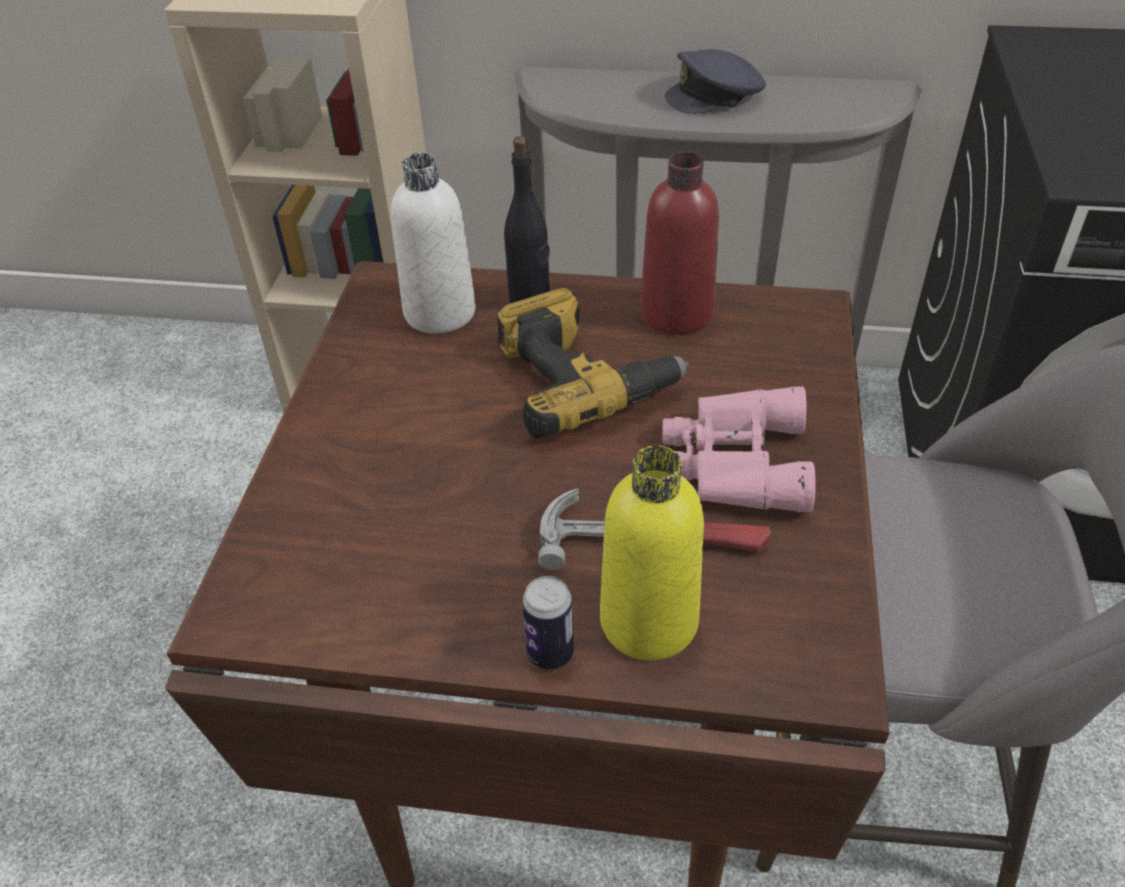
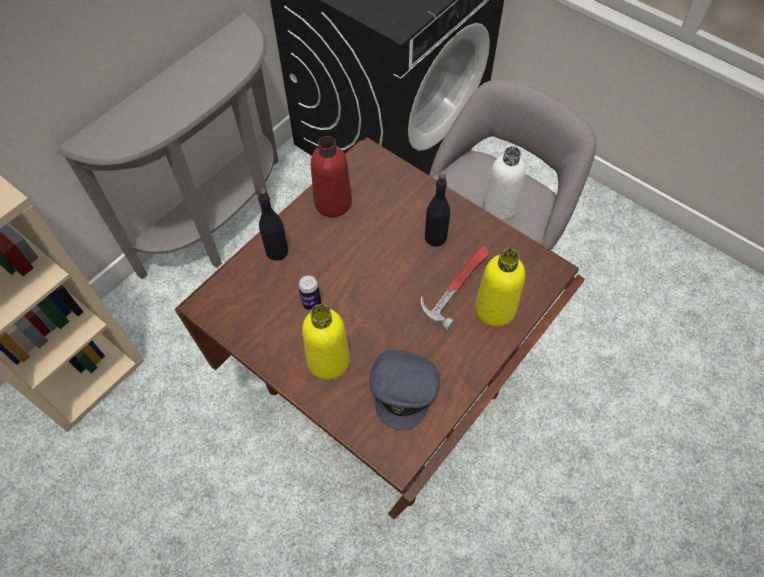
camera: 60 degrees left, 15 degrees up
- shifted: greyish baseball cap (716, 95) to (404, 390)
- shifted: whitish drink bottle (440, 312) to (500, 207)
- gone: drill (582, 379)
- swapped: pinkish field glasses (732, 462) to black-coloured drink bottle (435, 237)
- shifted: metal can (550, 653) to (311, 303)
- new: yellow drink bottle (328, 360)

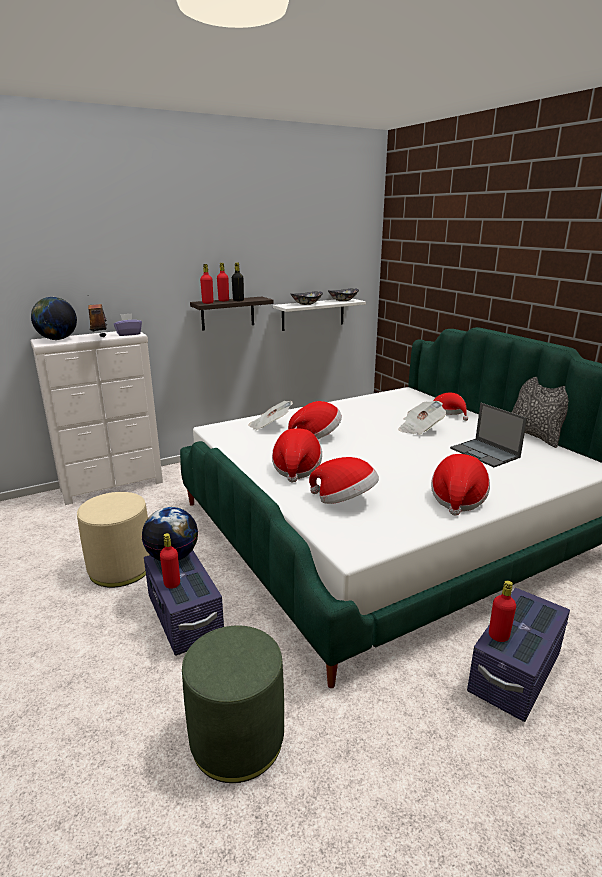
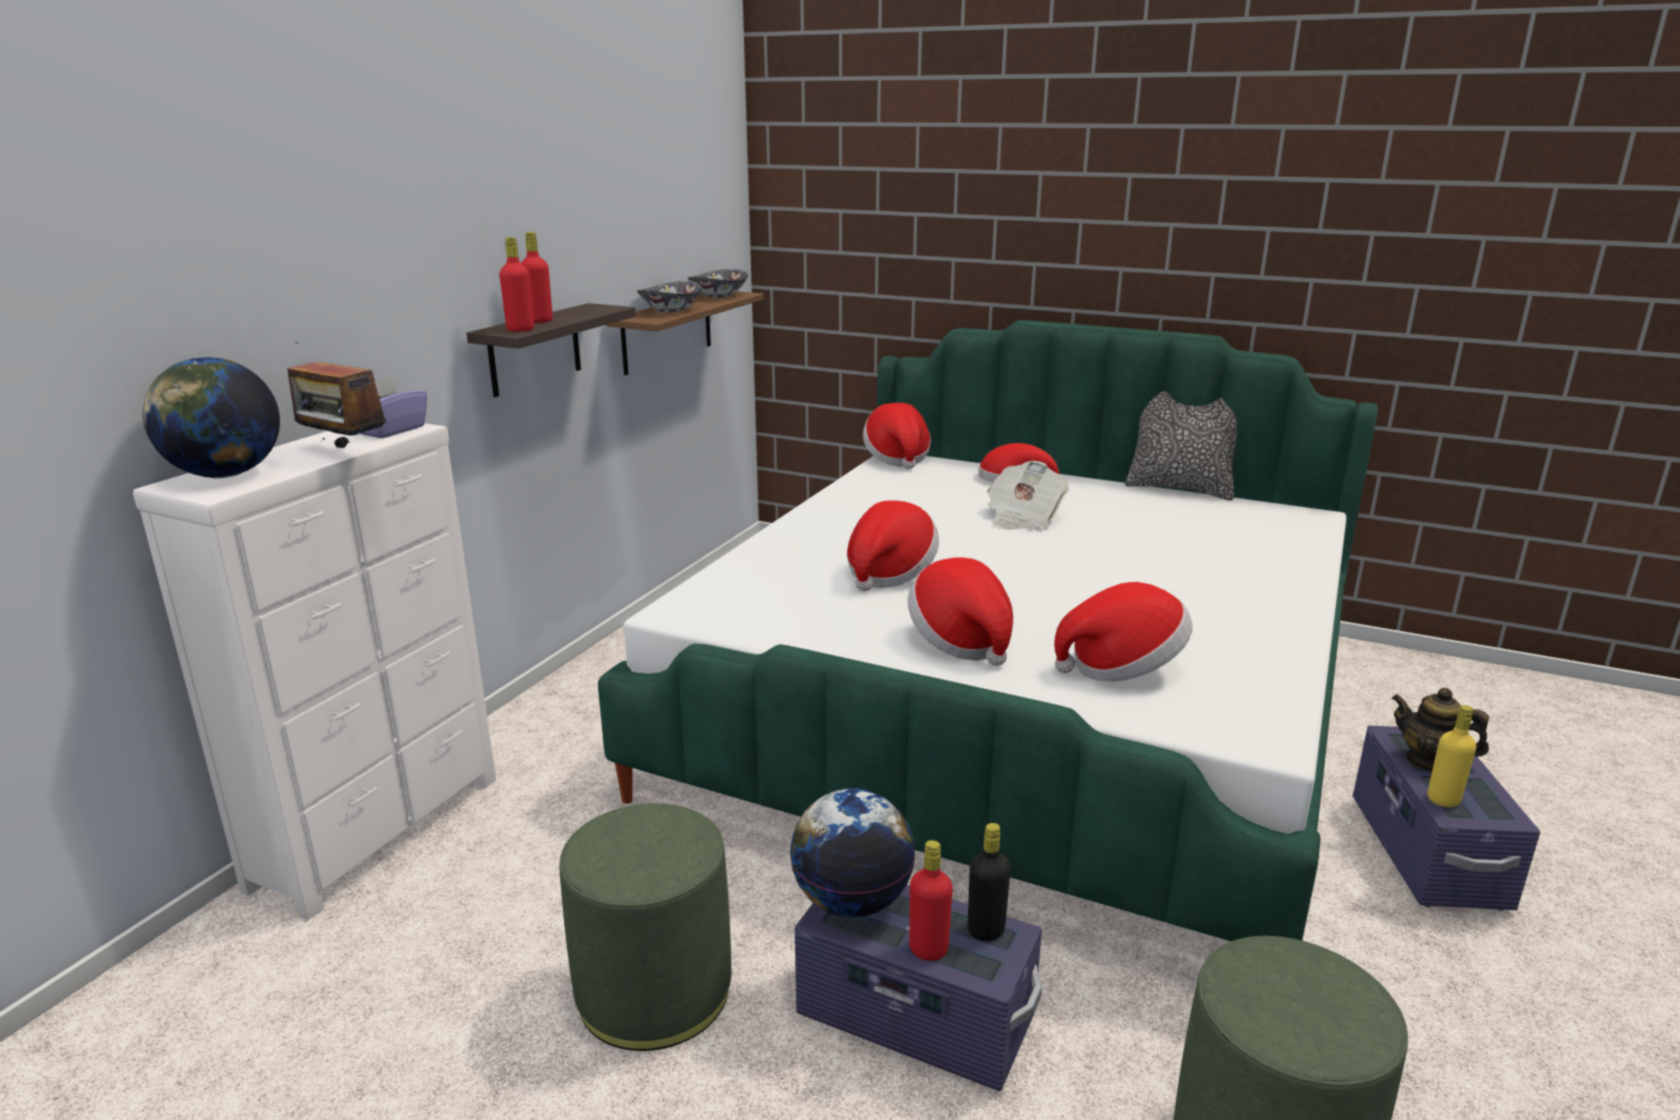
camera: 35 degrees left, 0 degrees up
- shifted: black-coloured drink bottle (238, 300) to (986, 930)
- repainted: whitish wall shelf (313, 314) to brown wall shelf (667, 331)
- gone: newspaper (270, 426)
- gone: notebook computer (485, 453)
- shifted: wearable hat (457, 499) to (897, 458)
- repainted: beige-coloured pouffe (121, 568) to greenish pouffe (653, 991)
- repainted: red-coloured drink bottle (498, 636) to yellow drink bottle (1443, 799)
- new: teapot (1429, 761)

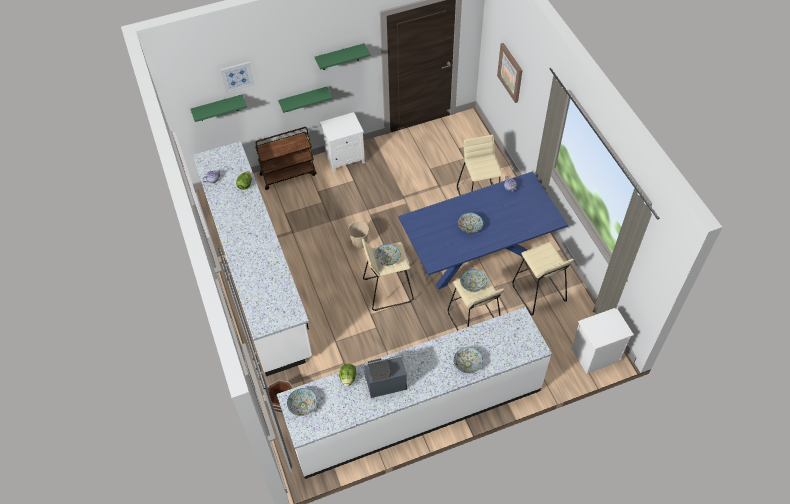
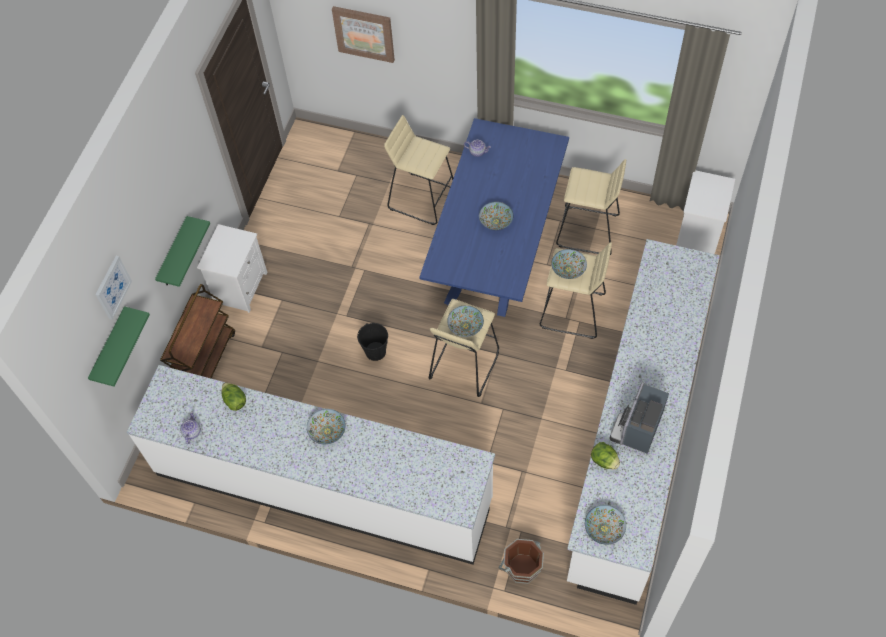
camera: 50 degrees left, 5 degrees up
- gone: greenish wall shelf (340, 57)
- repainted: beige-coloured water bucket (359, 243) to black-coloured water bucket (375, 351)
- shifted: bowl (468, 364) to (327, 431)

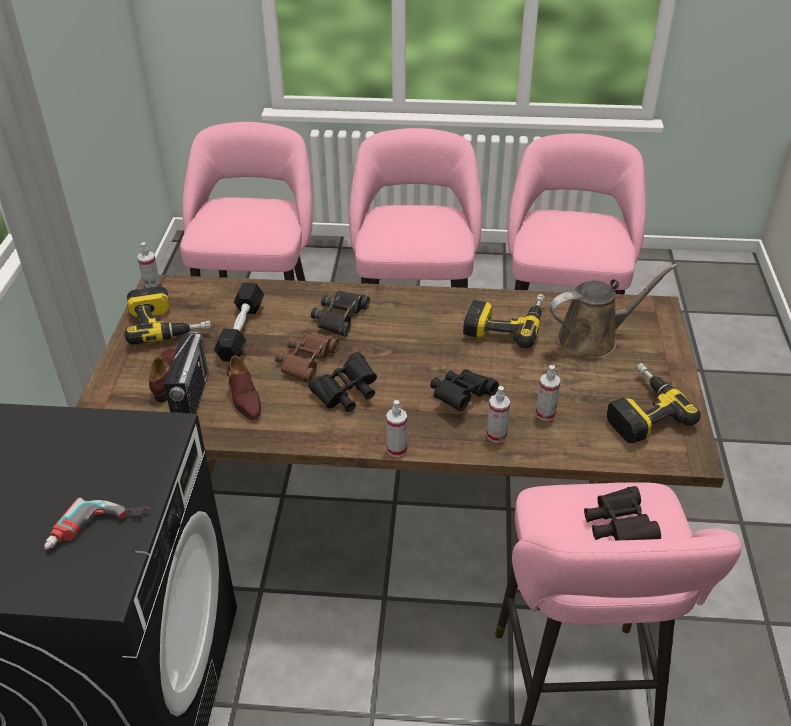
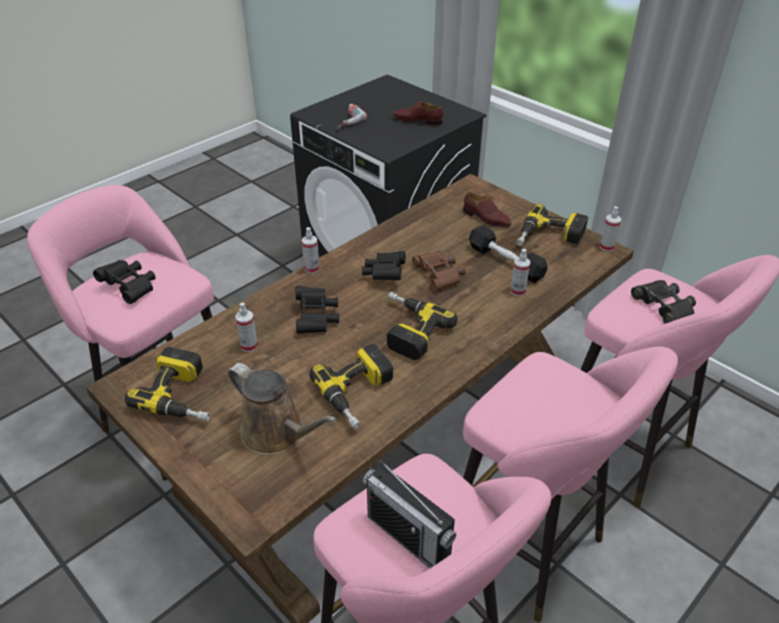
camera: 130 degrees right, 0 degrees up
- rotated: brown sprinkling can (593, 339) = (277, 433) 75 degrees counterclockwise
- shifted: black-coloured field glasses (340, 317) to (663, 306)
- shifted: radio set (191, 398) to (408, 536)
- shifted: brown low shoe (244, 398) to (417, 121)
- shifted: spray bottle (496, 435) to (518, 291)
- new: drill (408, 330)

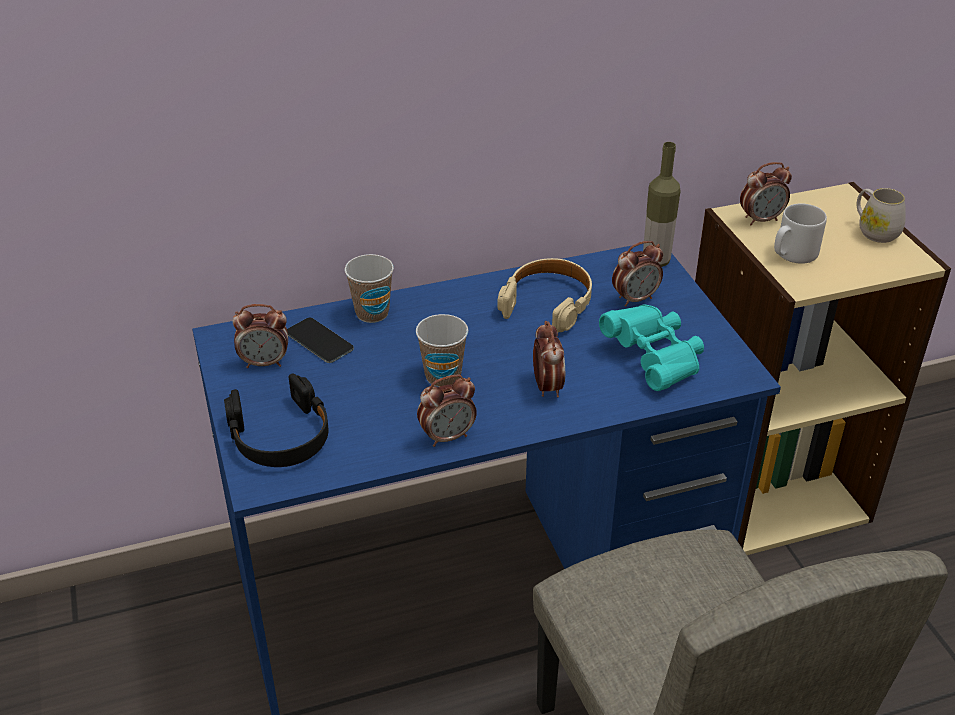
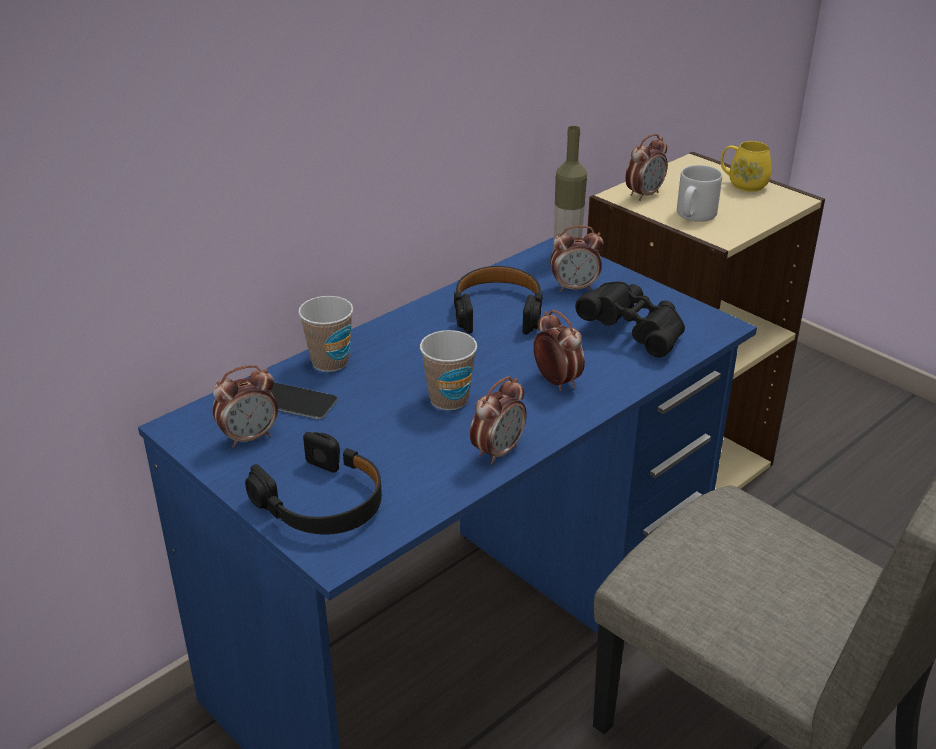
camera: 25 degrees left, 5 degrees down
- repainted: whitish coffee mug (874, 231) to yellow coffee mug (742, 184)
- rotated: alarm clock (635, 299) = (574, 288) 45 degrees clockwise
- repainted: beige-coloured headphones (548, 303) to black-coloured headphones (498, 310)
- repainted: turquoise field glasses (654, 359) to black-coloured field glasses (634, 333)

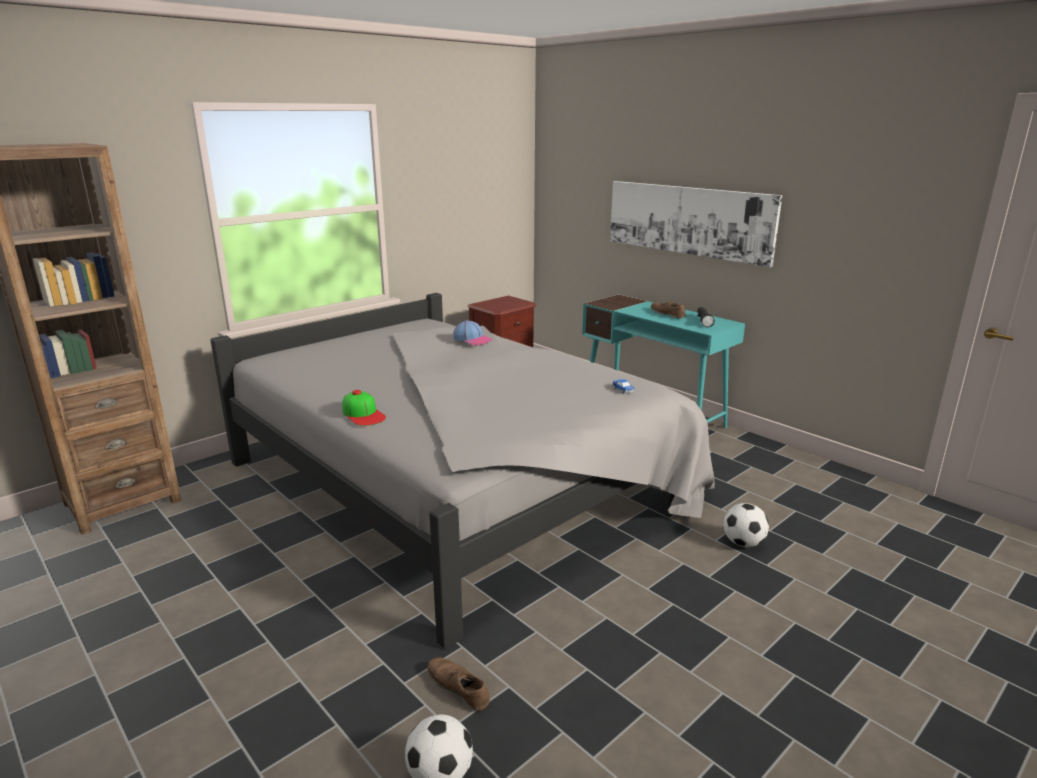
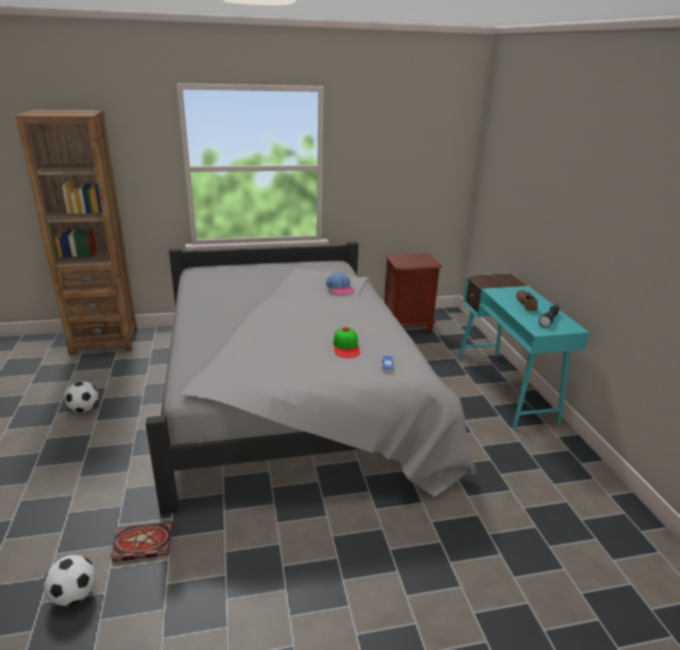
camera: 30 degrees right, 5 degrees up
- gone: picture (688, 220)
- shifted: baseball cap (363, 414) to (346, 347)
- shifted: football ball (743, 543) to (84, 409)
- swapped: brown low shoe (458, 687) to bound book (141, 544)

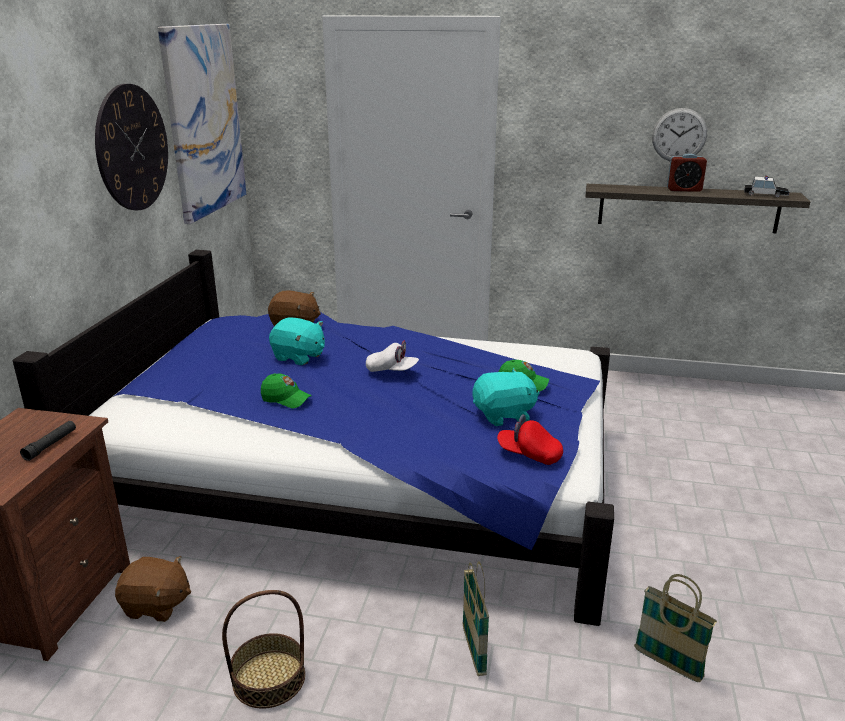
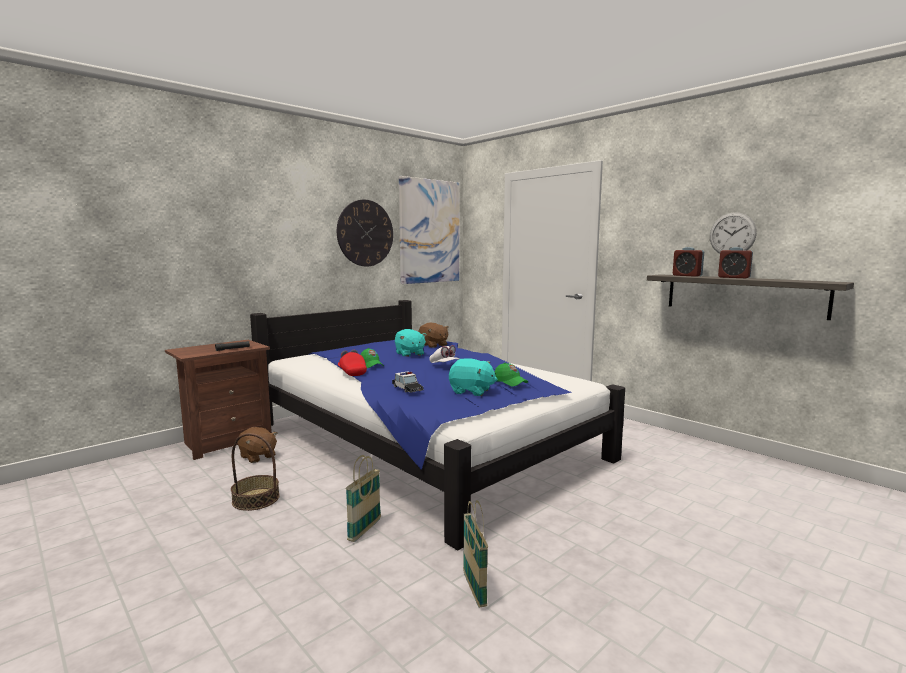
camera: 35 degrees right, 15 degrees down
- shifted: toy car (765, 194) to (407, 389)
- shifted: red-coloured baseball cap (529, 454) to (352, 372)
- new: alarm clock (687, 275)

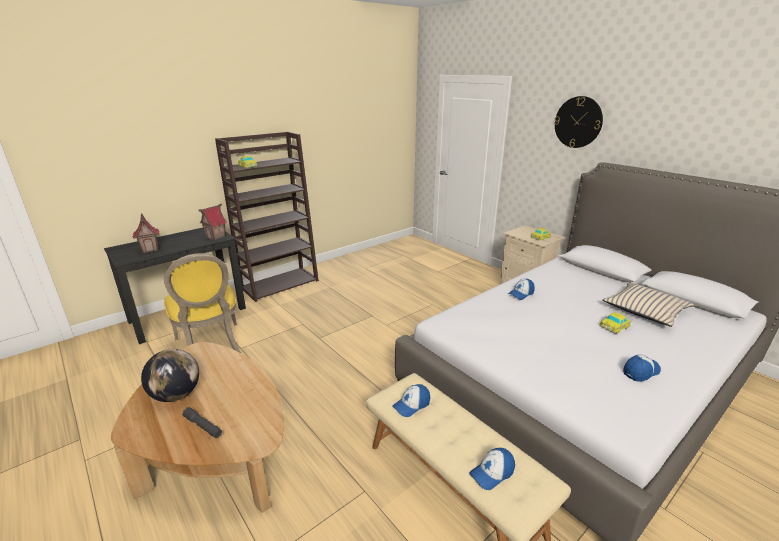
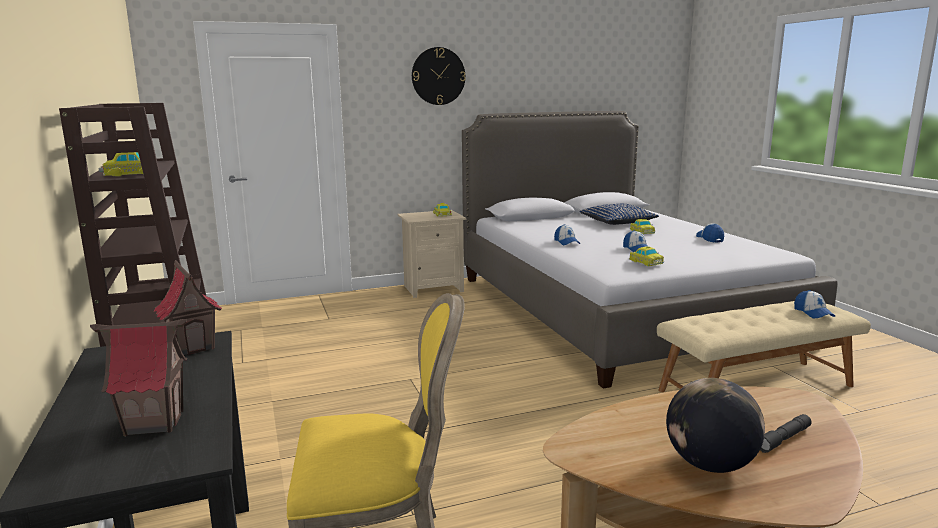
camera: 70 degrees left, 10 degrees down
- repainted: beige-coloured throw pillow (645, 310) to blue throw pillow (617, 222)
- shifted: baseball cap (411, 405) to (637, 249)
- new: toy car (645, 262)

